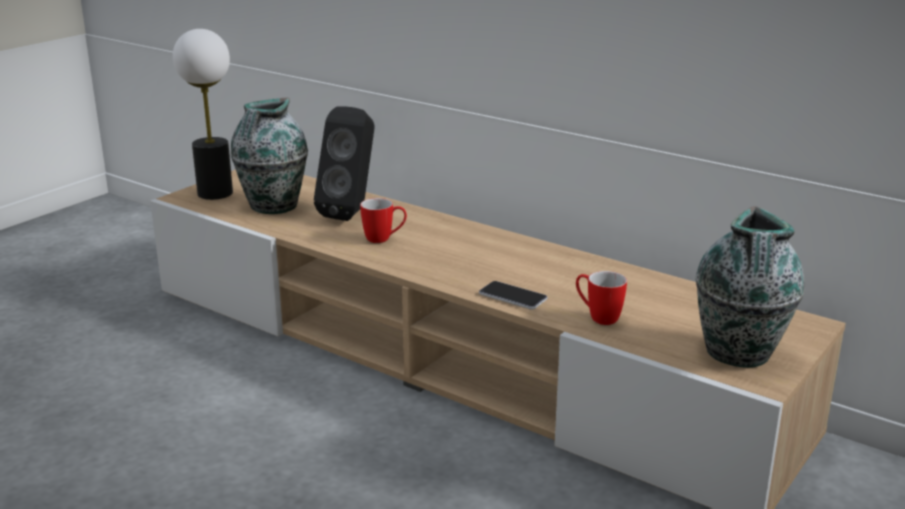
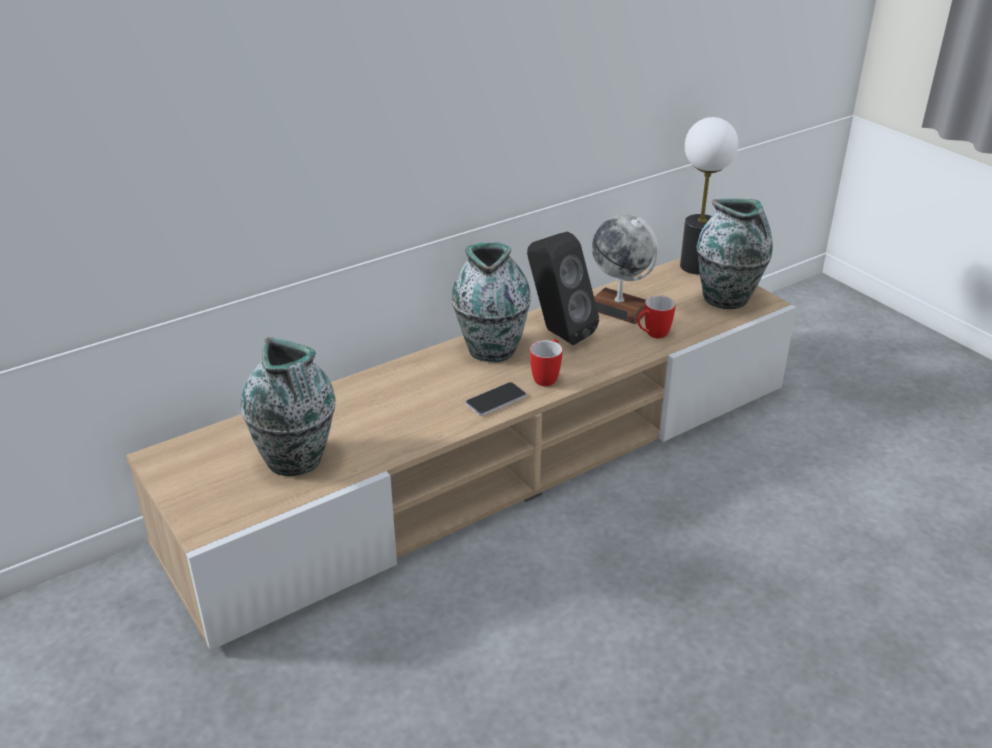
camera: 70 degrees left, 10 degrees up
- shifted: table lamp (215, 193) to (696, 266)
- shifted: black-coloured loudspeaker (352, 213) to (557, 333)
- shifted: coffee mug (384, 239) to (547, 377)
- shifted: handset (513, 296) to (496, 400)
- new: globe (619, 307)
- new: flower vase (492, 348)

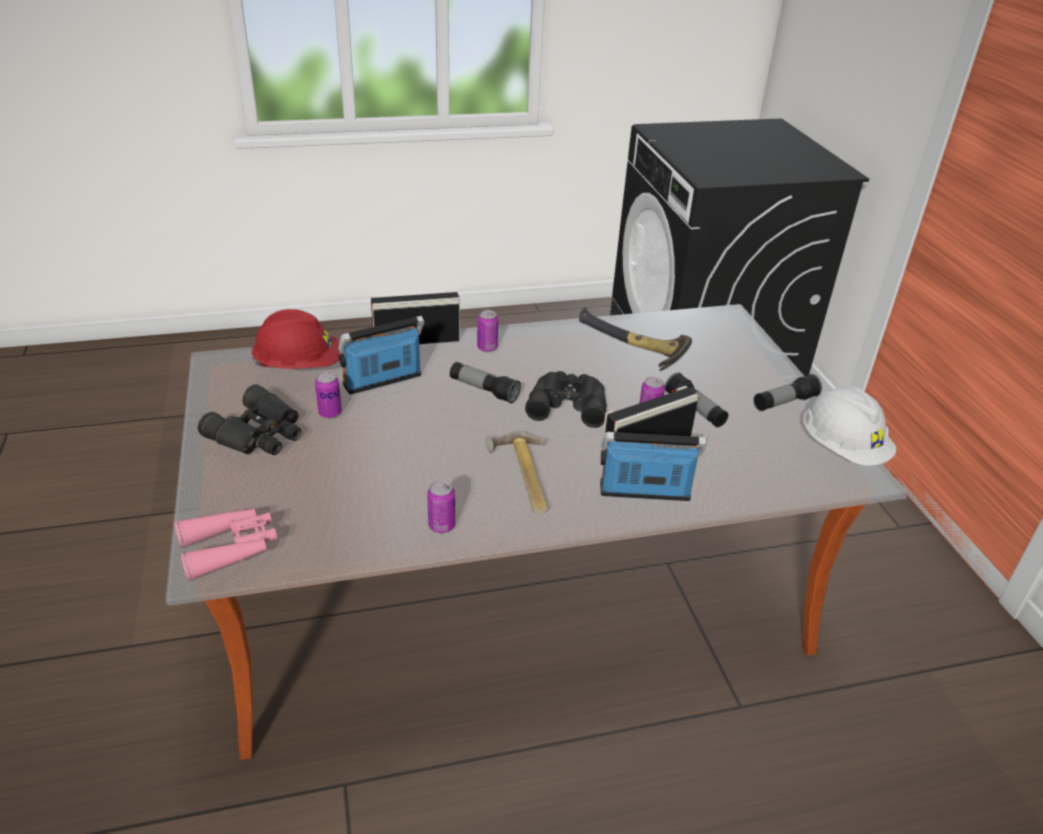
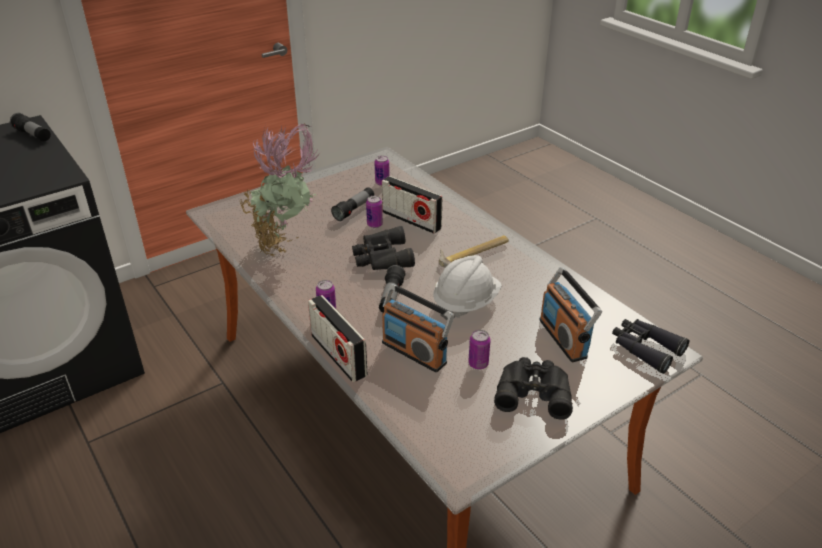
camera: 110 degrees left, 0 degrees up
- swapped: hammer (630, 348) to potted plant (286, 245)
- gone: red-coloured safety helmet (300, 366)
- shifted: flashlight (784, 403) to (33, 135)
- shifted: whitish safety helmet (842, 449) to (466, 302)
- shifted: radio set (644, 492) to (563, 338)
- shifted: metal can (441, 526) to (382, 183)
- repainted: pinkish field glasses (229, 548) to black-coloured field glasses (645, 349)

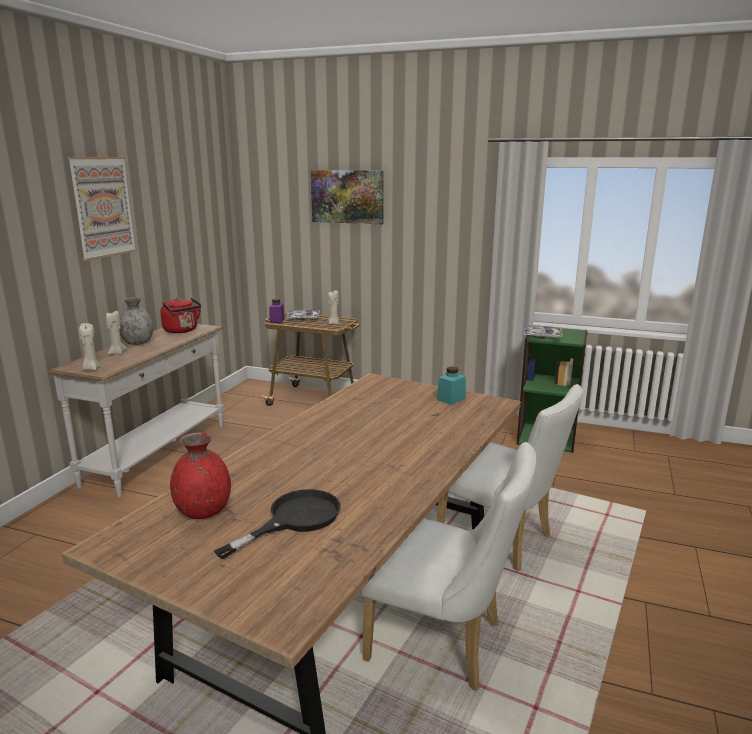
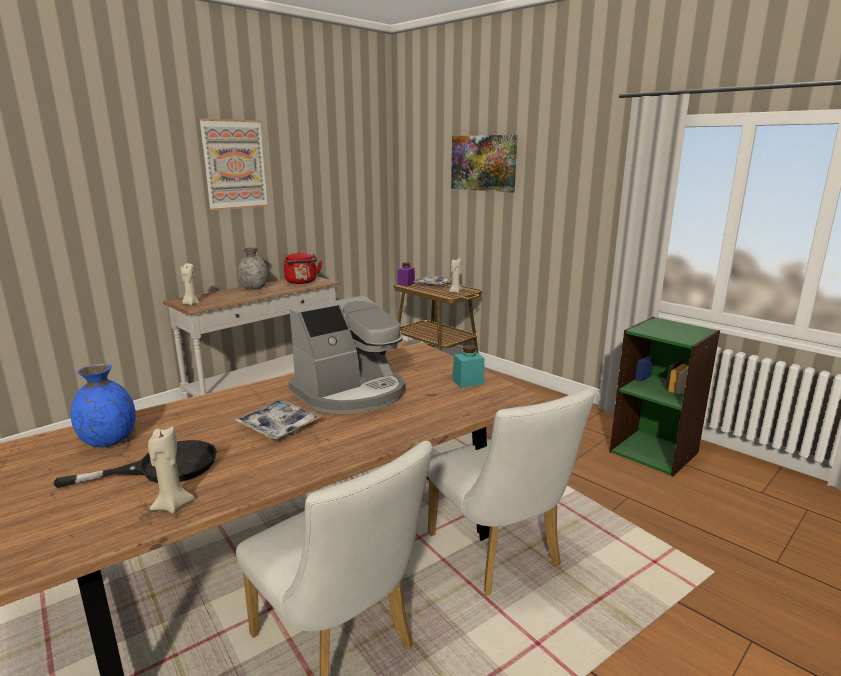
camera: 25 degrees right, 0 degrees up
- shifted: beige-coloured candle (117, 353) to (172, 505)
- shifted: carrying tray (542, 336) to (279, 426)
- repainted: red-coloured flower vase (203, 511) to blue flower vase (108, 441)
- new: coffee brewer (351, 393)

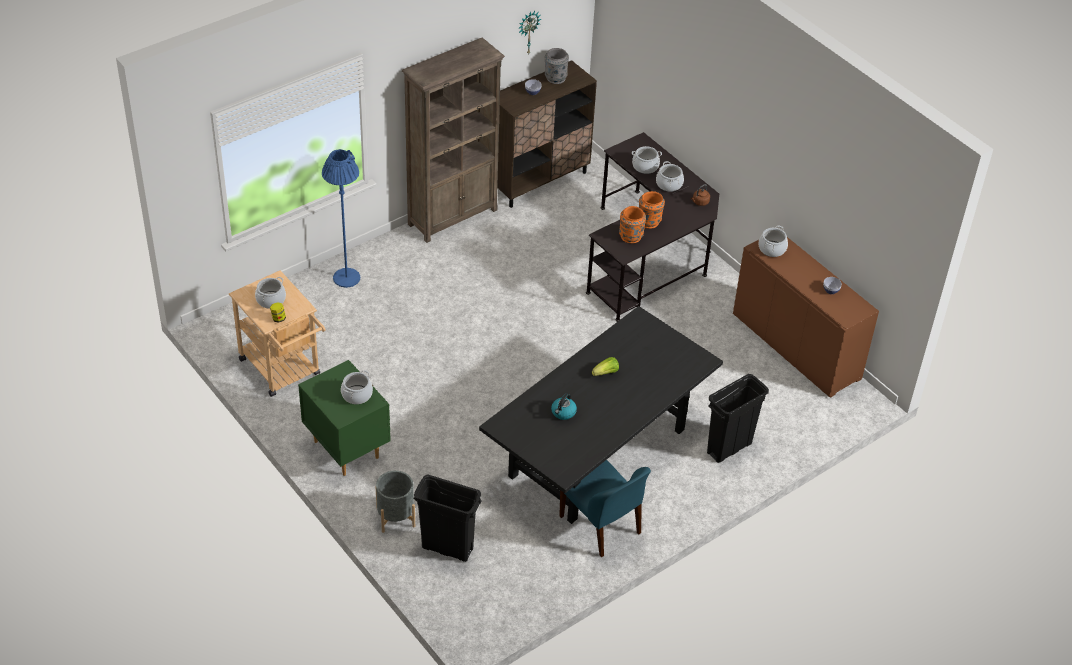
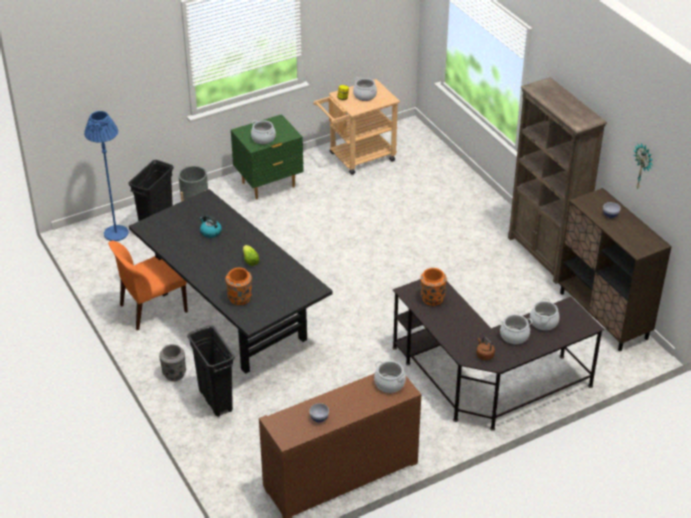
camera: 100 degrees right, 5 degrees down
- shifted: greyish flower vase (555, 78) to (174, 373)
- shifted: blue floor lamp (346, 278) to (116, 233)
- shifted: orange flower vase (649, 222) to (240, 299)
- repainted: blue plain chair (601, 526) to orange plain chair (152, 309)

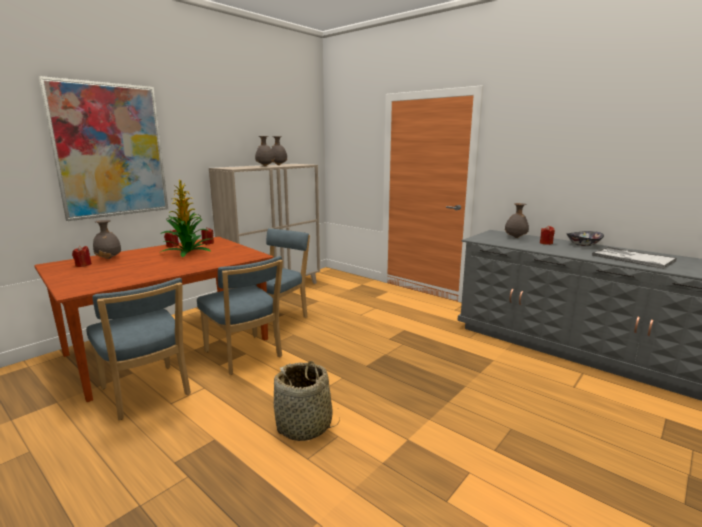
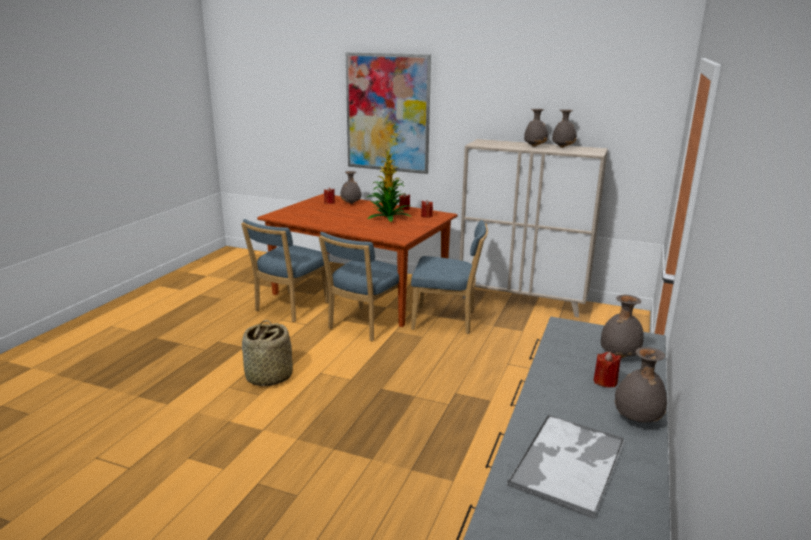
camera: 70 degrees right, 5 degrees up
- swapped: bowl (583, 245) to greyish flower vase (636, 419)

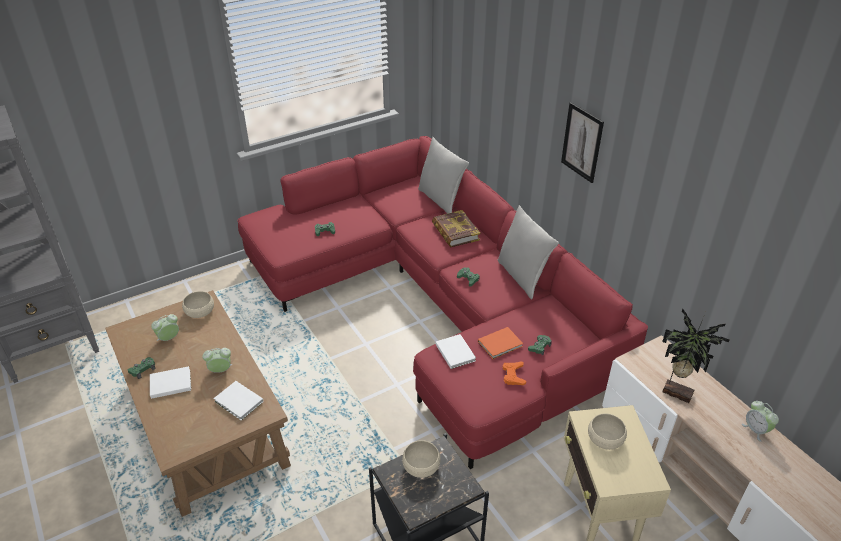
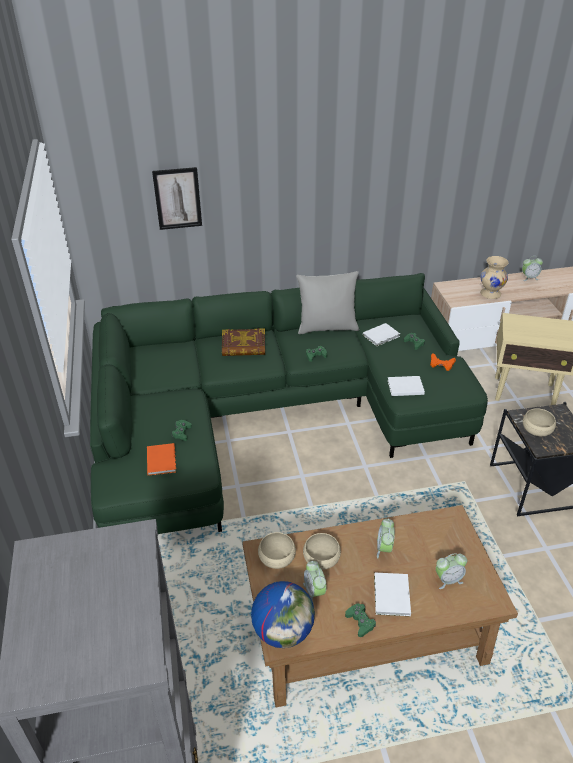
camera: 70 degrees left, 0 degrees up
- shifted: picture (582, 142) to (177, 198)
- repainted: red-coloured settee (436, 303) to greenish settee (269, 414)
- gone: greyish throw pillow (441, 200)
- swapped: potted plant (677, 391) to beige-coloured flower vase (490, 294)
- shifted: orange bound book (501, 344) to (162, 460)
- shifted: whitish bound book (239, 402) to (382, 336)
- shifted: beige-coloured bowl (605, 438) to (321, 558)
- new: alarm clock (448, 580)
- new: globe (283, 631)

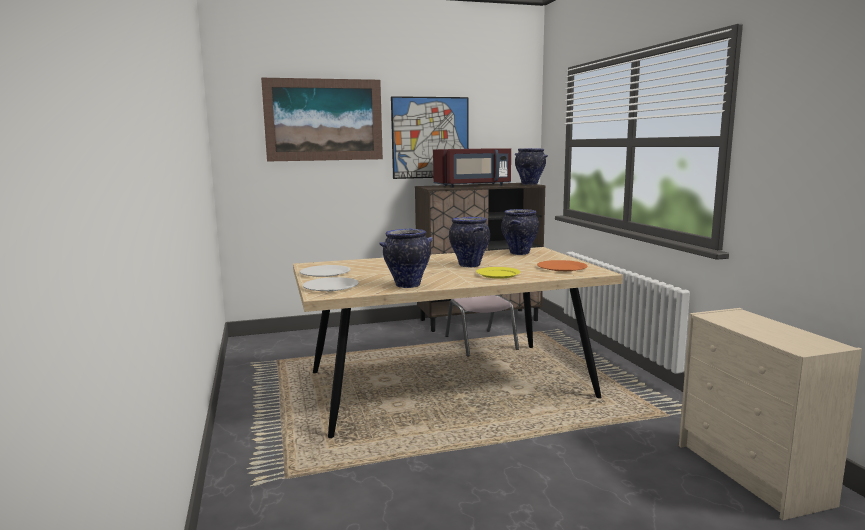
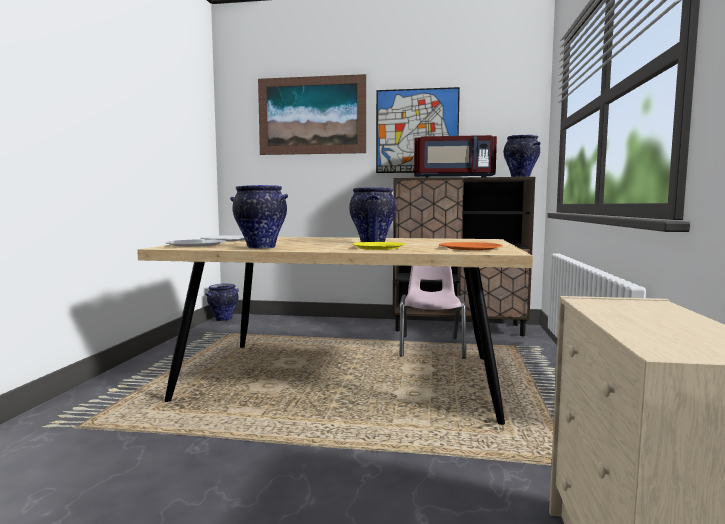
camera: 25 degrees right, 5 degrees down
- shifted: flower vase (519, 253) to (223, 319)

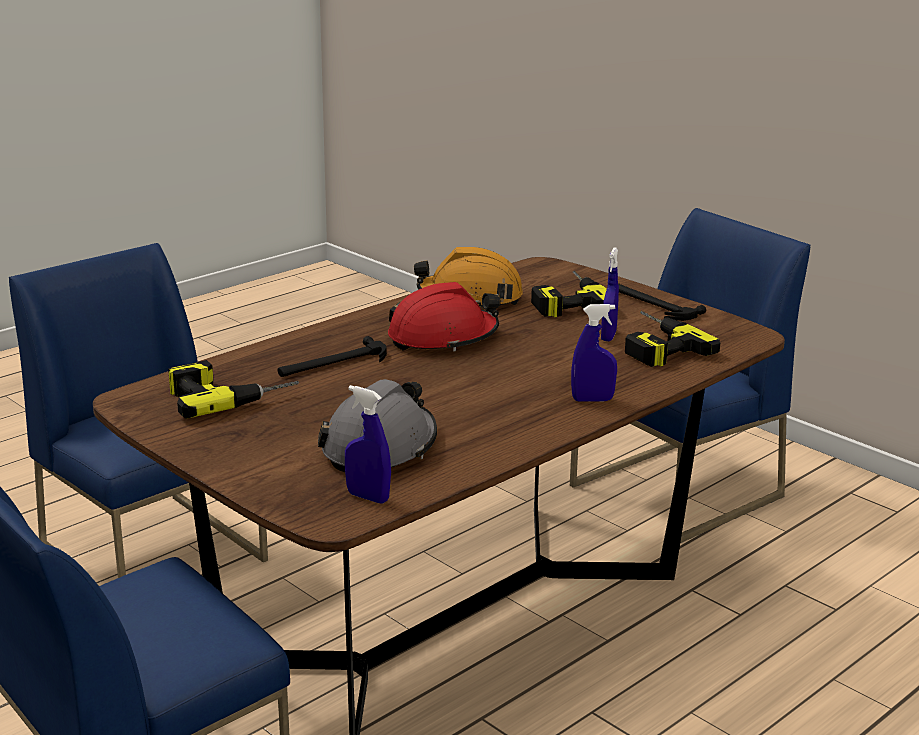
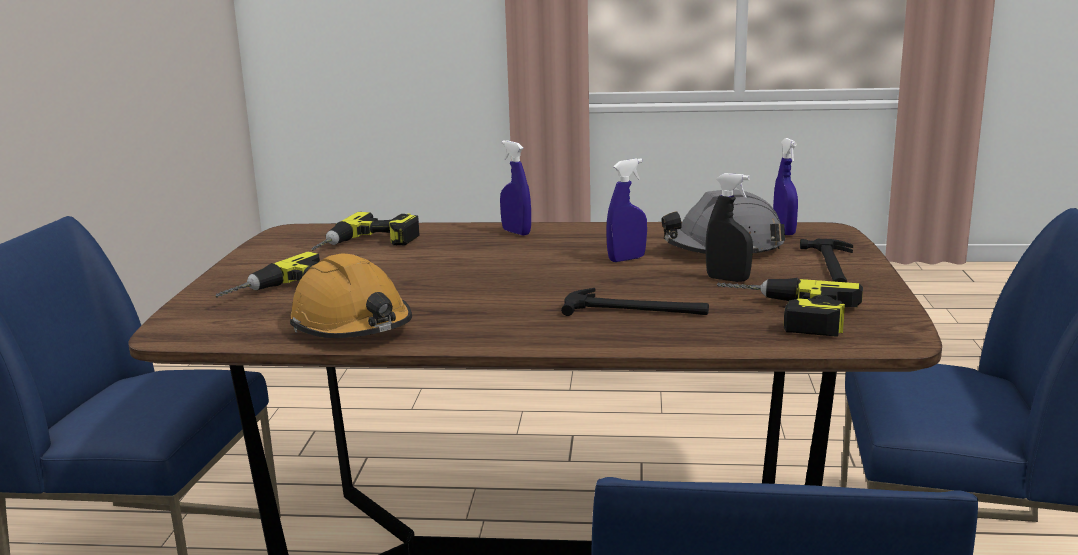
camera: 130 degrees left, 5 degrees down
- shifted: blue spray bottle (608, 336) to (627, 259)
- gone: red-coloured safety helmet (443, 338)
- shifted: hammer (651, 304) to (832, 266)
- new: black-coloured spray bottle (727, 279)

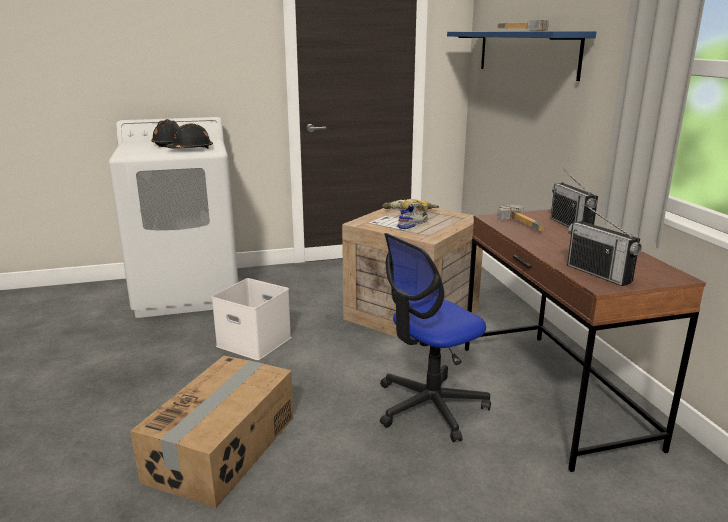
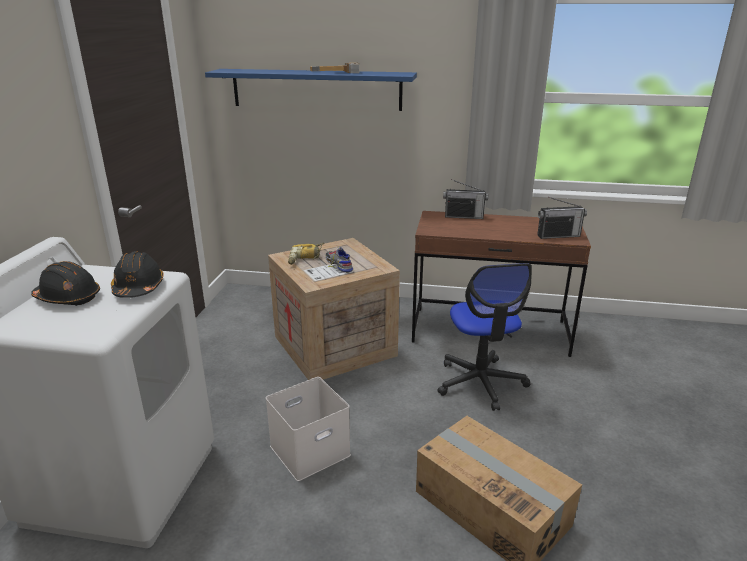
camera: 65 degrees left, 5 degrees up
- gone: hammer (523, 223)

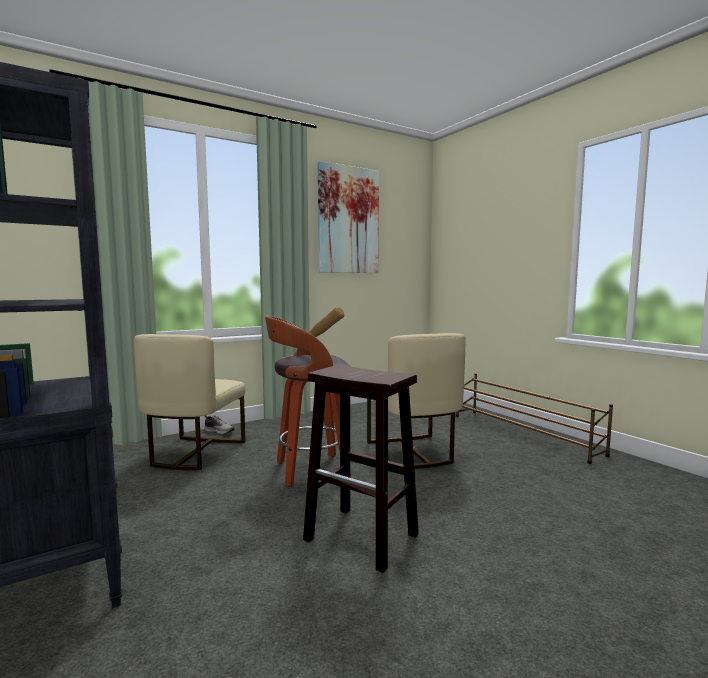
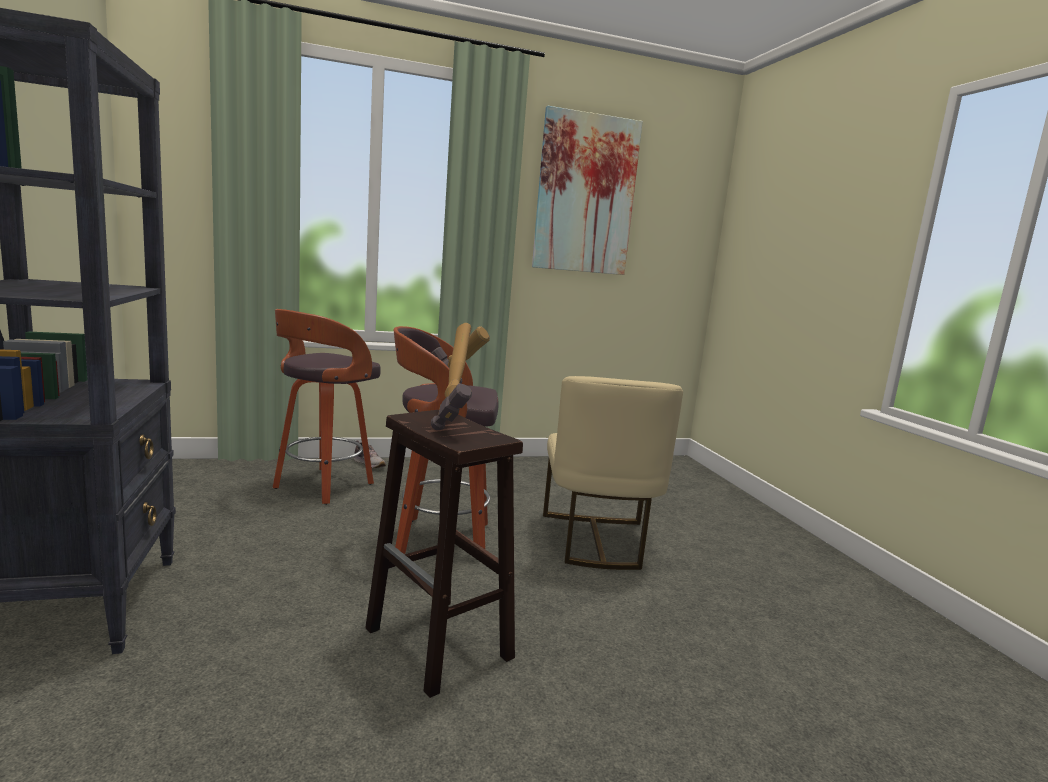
camera: 15 degrees right, 5 degrees up
- swapped: beige-coloured plain chair (194, 453) to sitting stool (322, 487)
- gone: brown shoe shelf (522, 434)
- new: hammer (458, 422)

